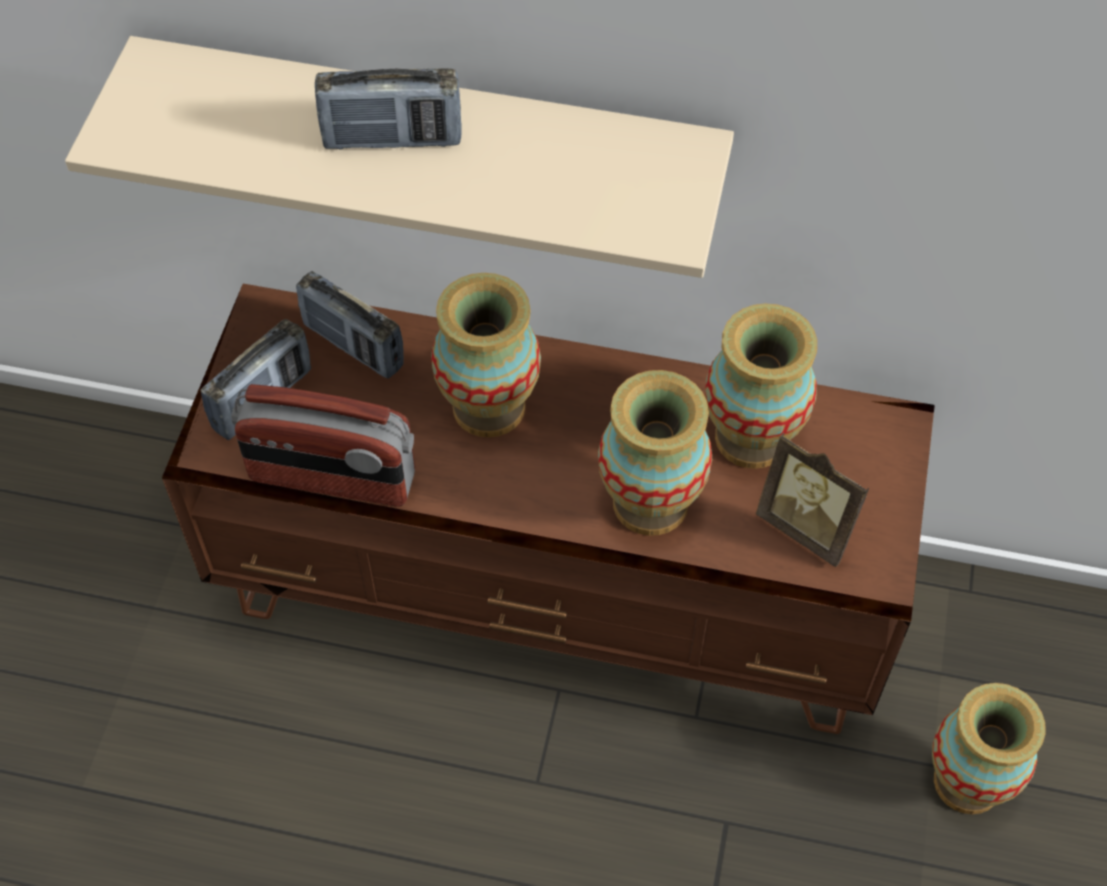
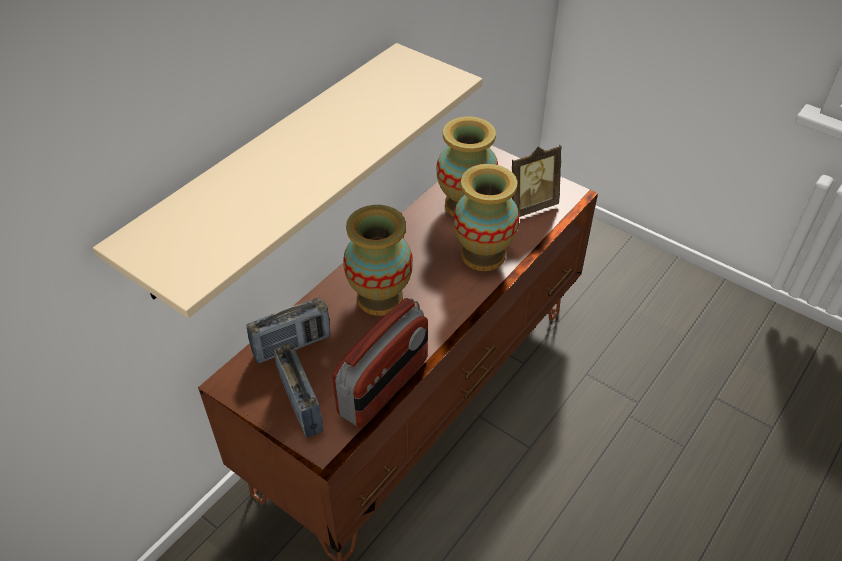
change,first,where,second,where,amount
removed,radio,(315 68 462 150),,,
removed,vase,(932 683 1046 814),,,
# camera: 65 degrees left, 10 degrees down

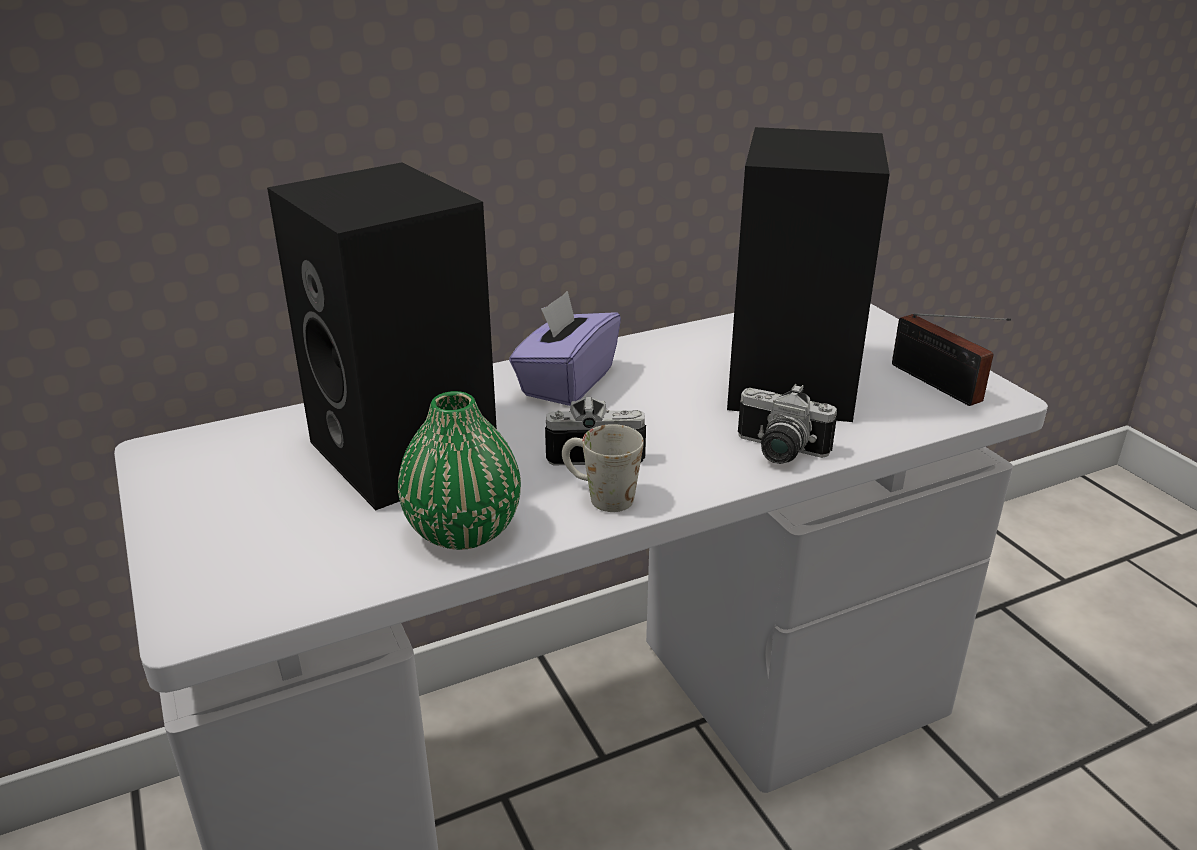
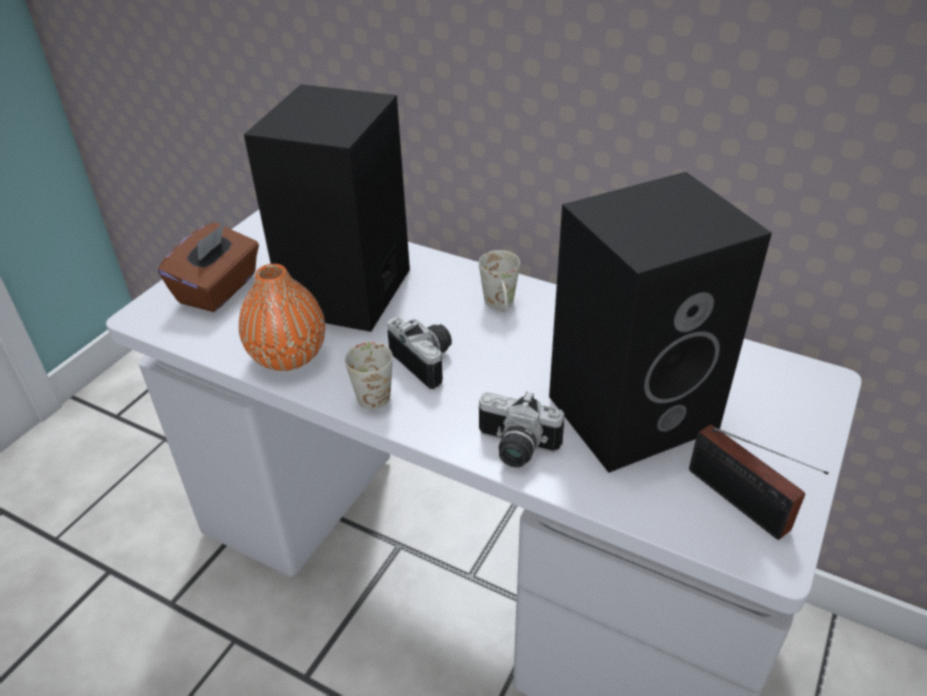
change,first,where,second,where,amount
added,,,tissue box/brown,(158 222 259 312),
replaced,tissue box/purple,(509 291 621 406),mug/white,(479 250 520 312),
recoloured,vase/green,(398 391 521 550),vase/orange,(239 264 325 371),
turned,photo camera,(738 384 837 464),,(479 391 565 468),60 degrees counterclockwise
turned,radio,(892 313 1011 406),,(689 425 829 540),60 degrees counterclockwise
# camera: 55 degrees right, 10 degrees up

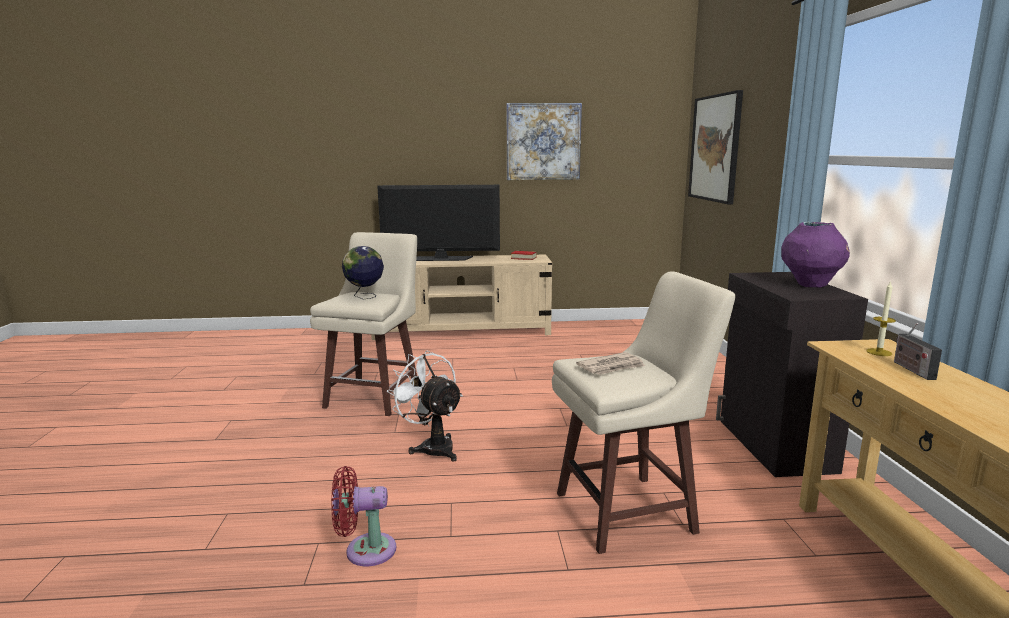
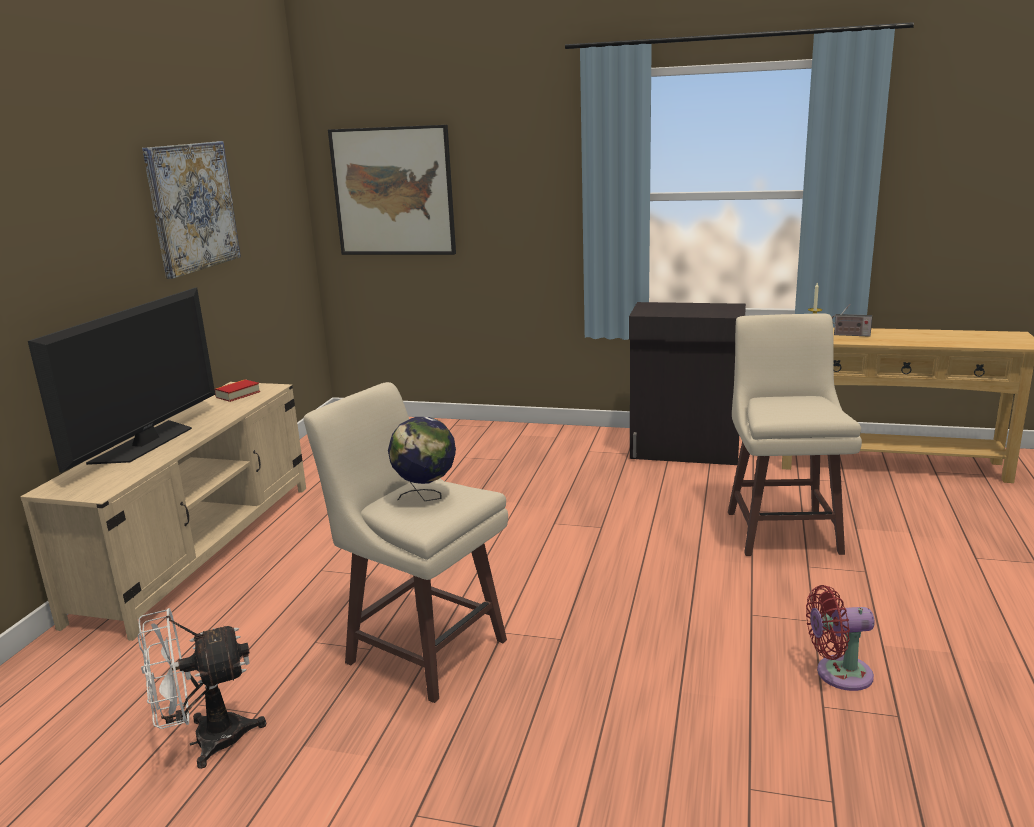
change,first,where,second,where,amount
removed,newspaper,(576 352 645 375),,,
removed,vase/purple,(781 222 850 288),,,
moved,fan/white,(387 351 463 461),,(138 608 266 769),
turned,fan/red,(331 466 396 566),,(806 585 874 691),75 degrees clockwise
# camera: 70 degrees left, 5 degrees up

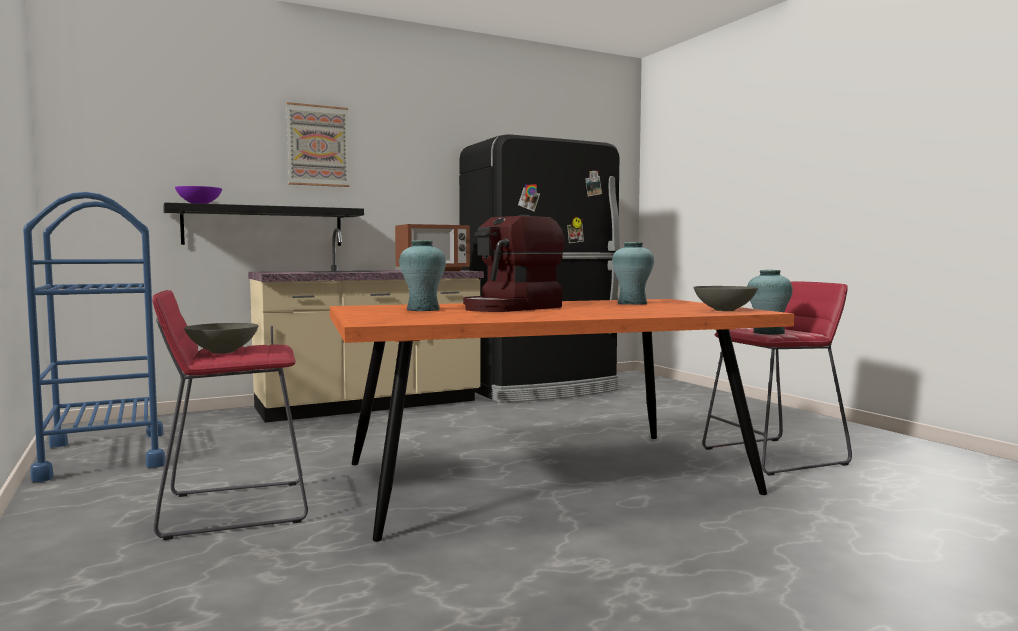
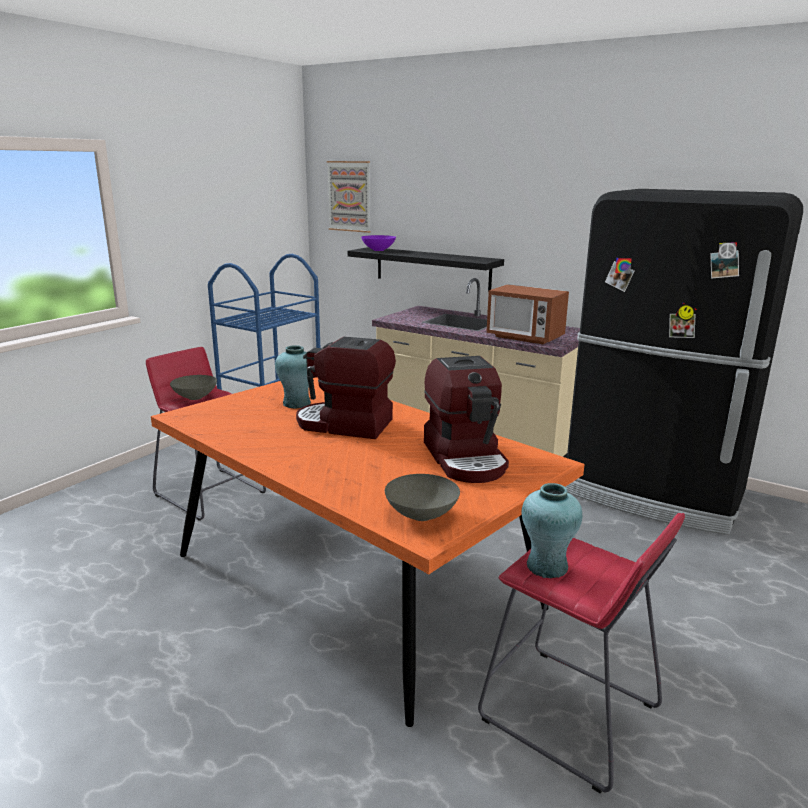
change,first,where,second,where,amount
moved,picture,(286 102 350 187),,(327 161 371 233),
replaced,vase/turquoise,(612 242 654 305),coffee machine,(424 356 509 483),
# camera: 60 degrees right, 15 degrees up

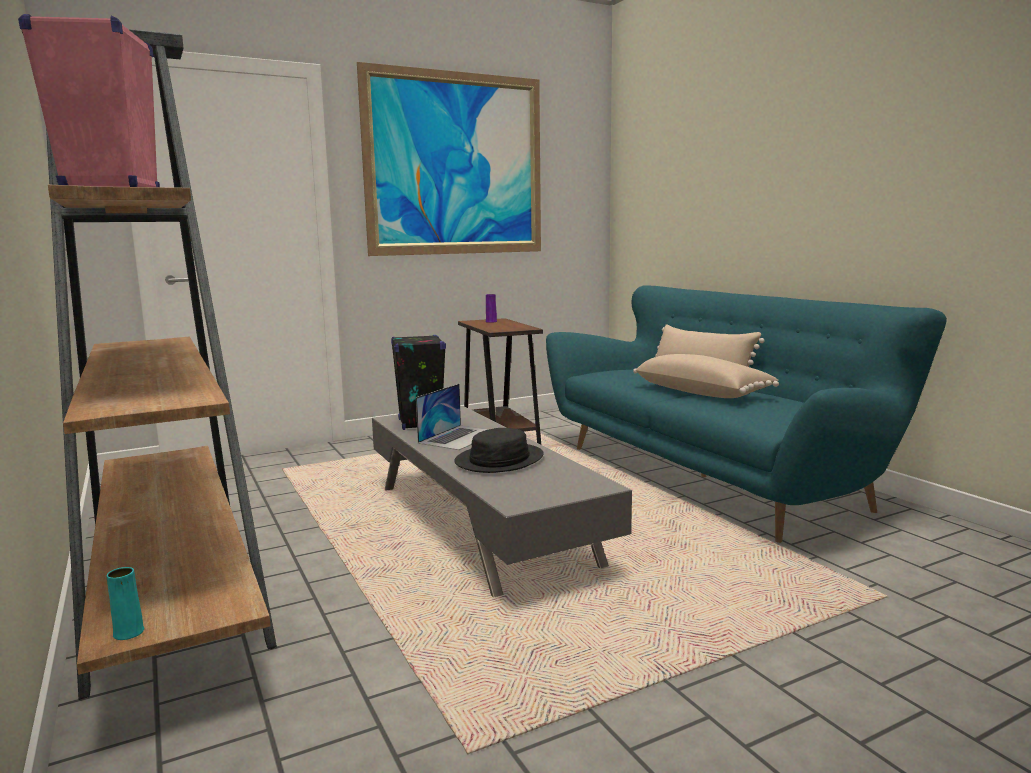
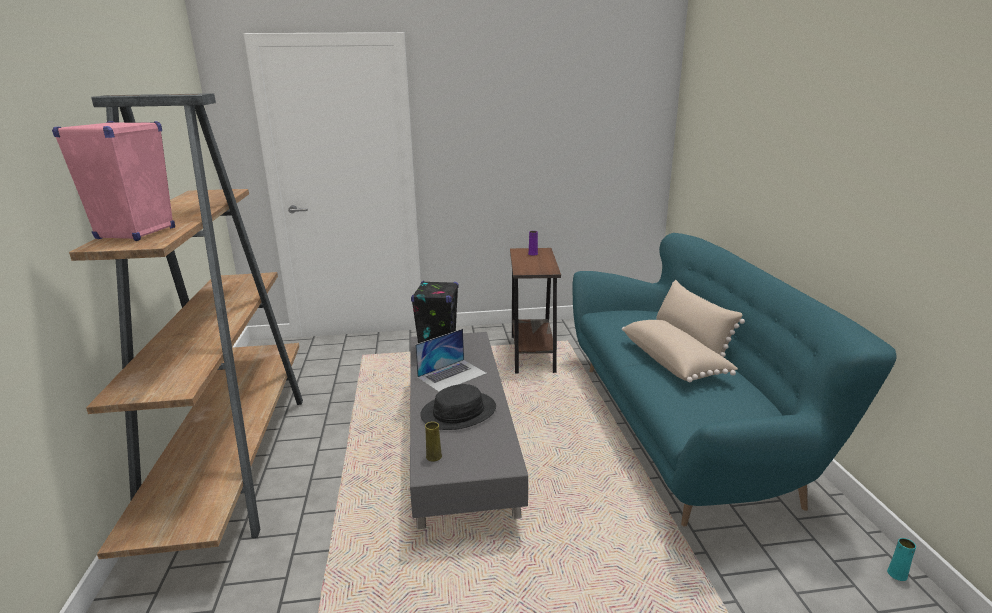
change,first,where,second,where,amount
removed,picture,(357 62 541 256),,,
added,,,vase/yellow,(425 422 442 462),
moved,vase/turquoise,(107 567 144 640),,(887 538 916 581),
# camera: 20 degrees right, 10 degrees up

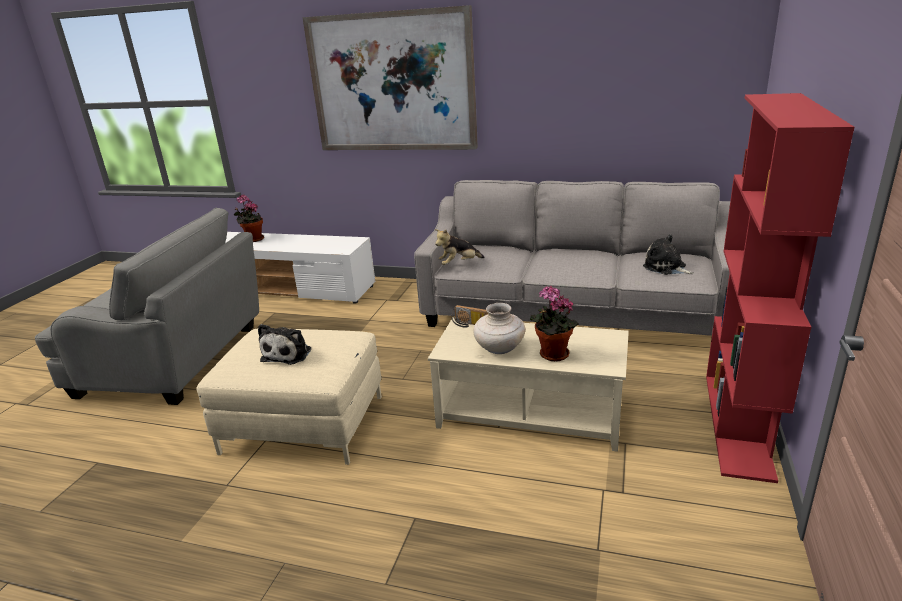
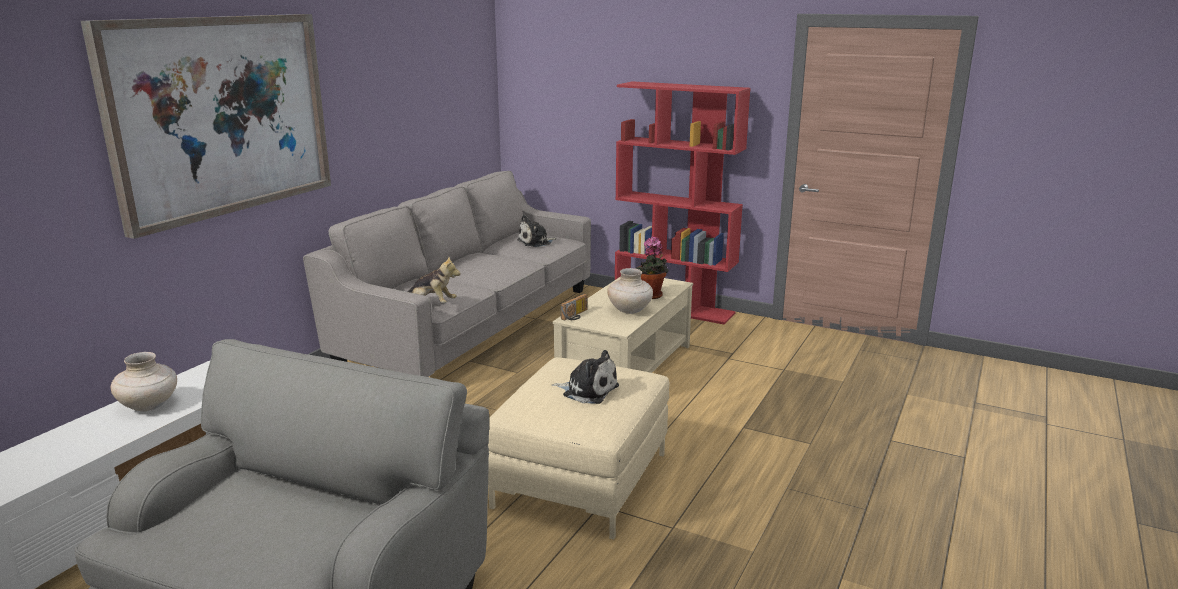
change,first,where,second,where,amount
removed,potted plant,(234 195 264 242),,,
added,,,vase/beige,(111 352 177 411),
turned,plush toy,(435 229 485 265),,(408 257 461 303),60 degrees counterclockwise
# camera: 80 degrees left, 5 degrees down

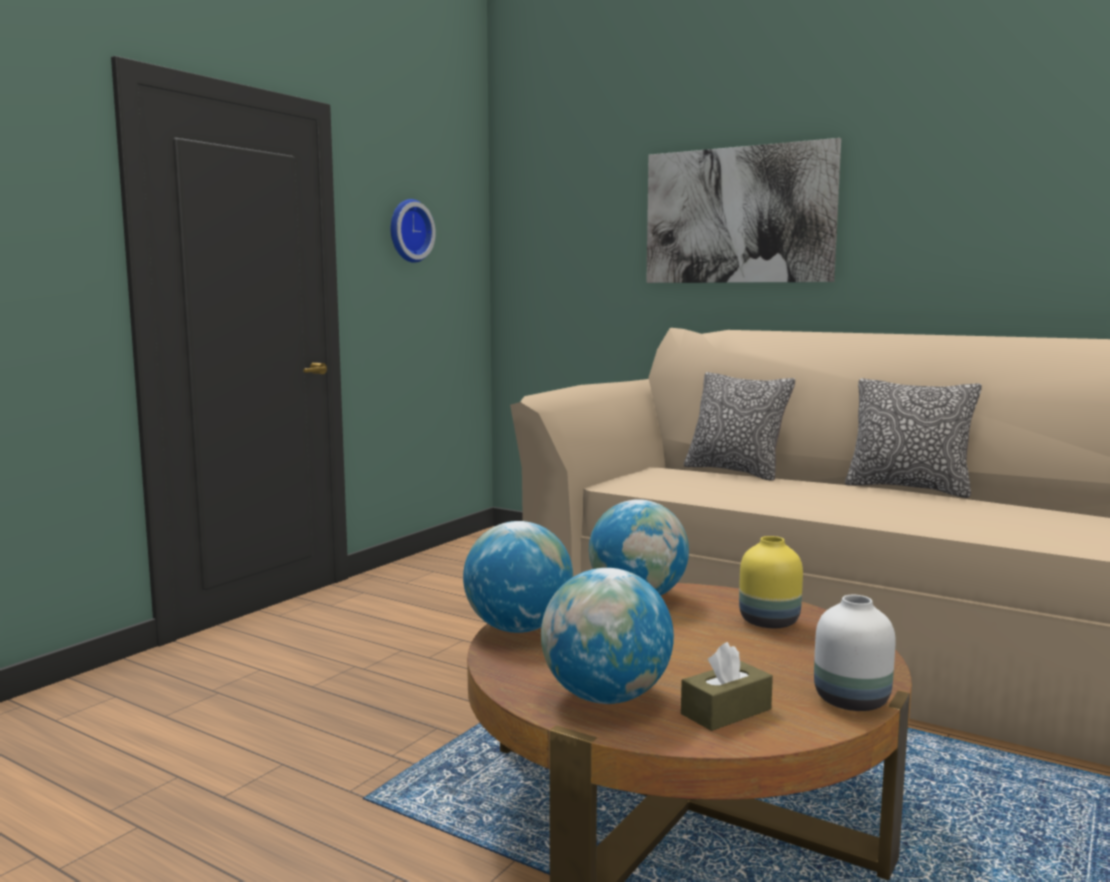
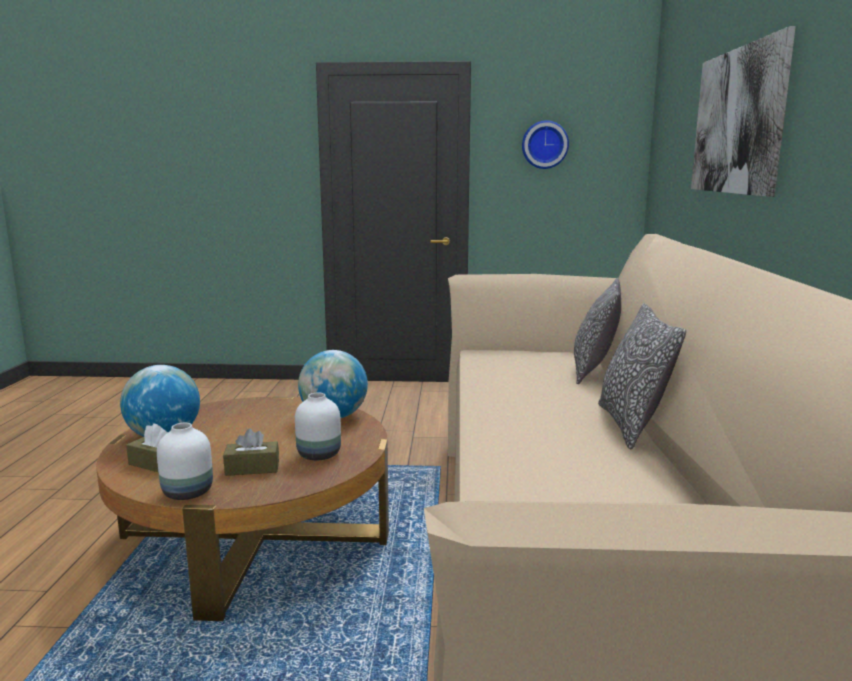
change,first,where,second,where,amount
removed,globe,(463 521 573 633),,,
added,,,tissue box/brown,(223 428 279 476),
recoloured,vase/yellow,(739 536 803 628),vase/white,(295 393 341 460),
# camera: 60 degrees right, 5 degrees up

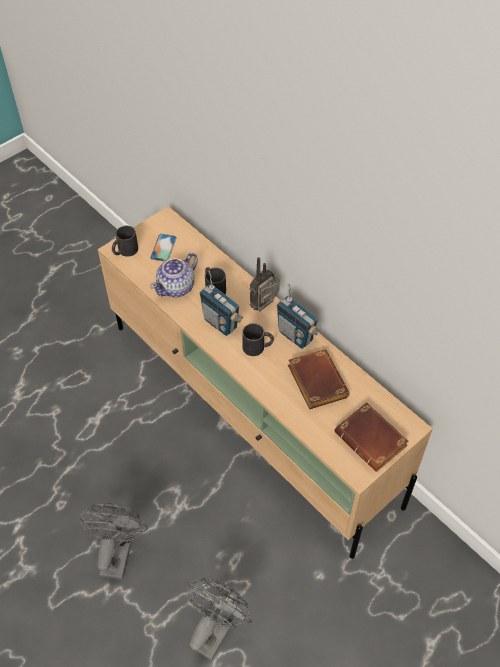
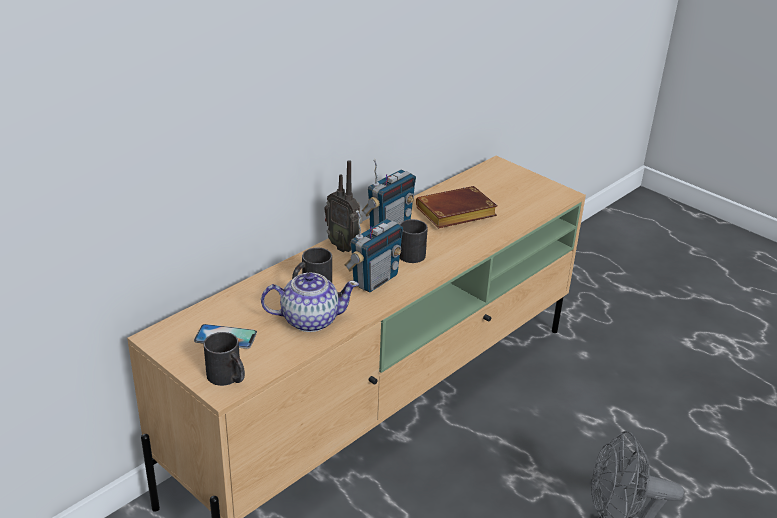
change,first,where,second,where,amount
removed,fan/grey,(186 578 252 660),,,
removed,book/brown,(334 402 409 472),,,
turned,teapot,(151 253 198 297),,(261 273 359 332),45 degrees counterclockwise
# camera: 95 degrees left, 20 degrees down

